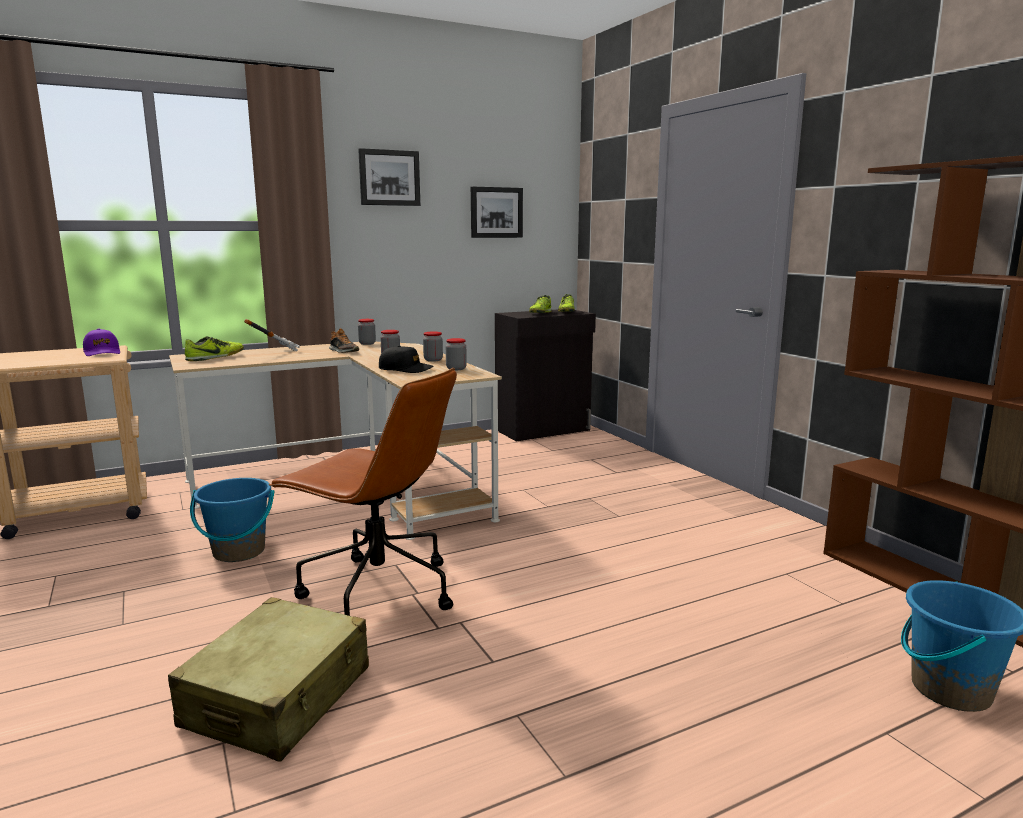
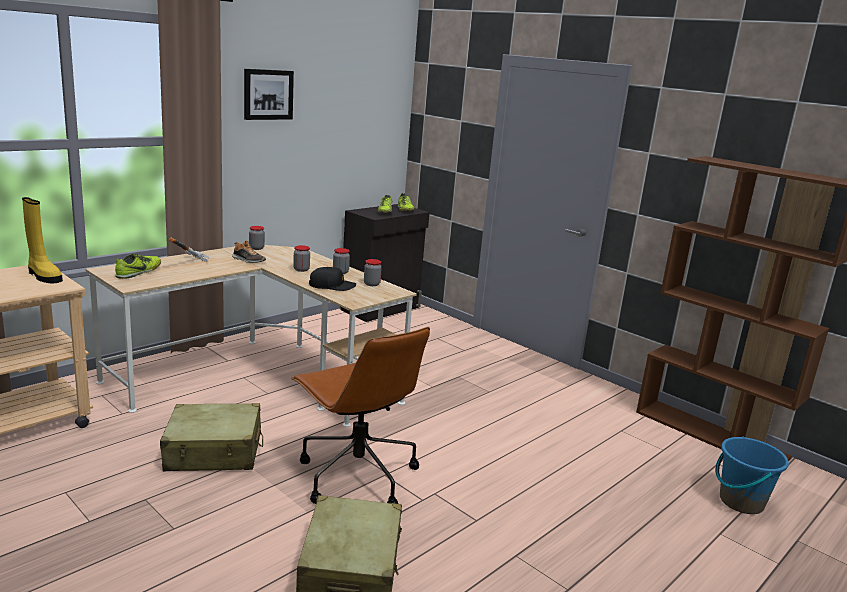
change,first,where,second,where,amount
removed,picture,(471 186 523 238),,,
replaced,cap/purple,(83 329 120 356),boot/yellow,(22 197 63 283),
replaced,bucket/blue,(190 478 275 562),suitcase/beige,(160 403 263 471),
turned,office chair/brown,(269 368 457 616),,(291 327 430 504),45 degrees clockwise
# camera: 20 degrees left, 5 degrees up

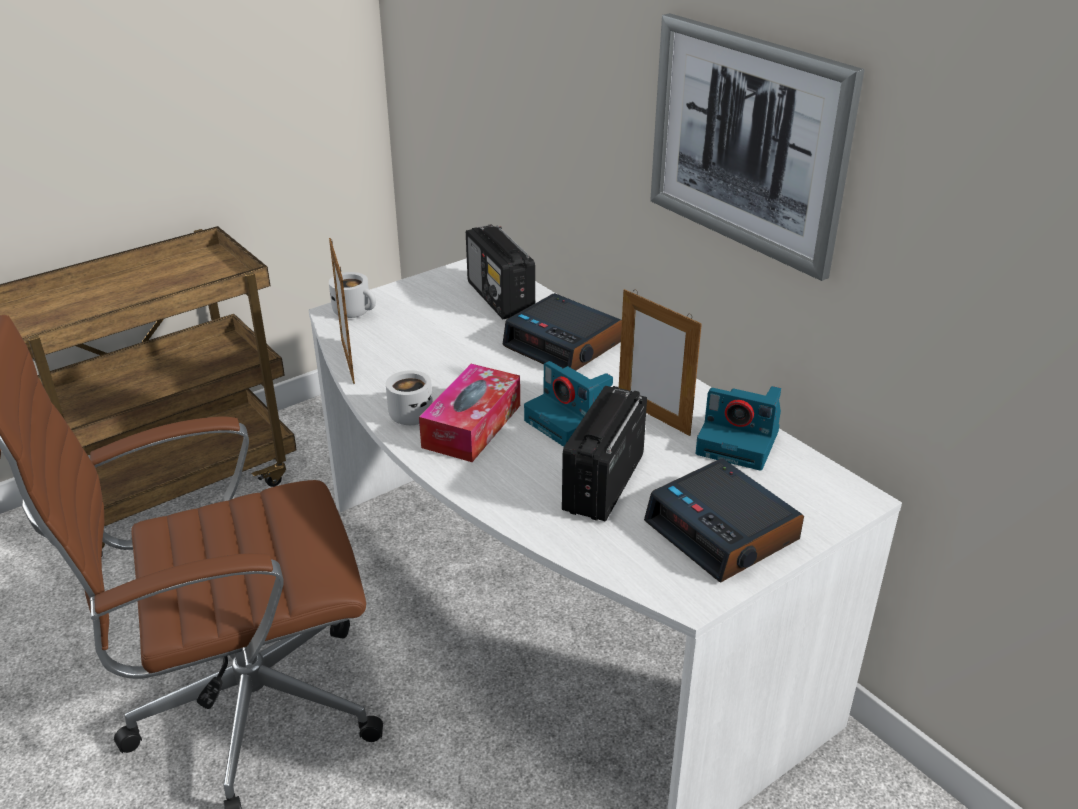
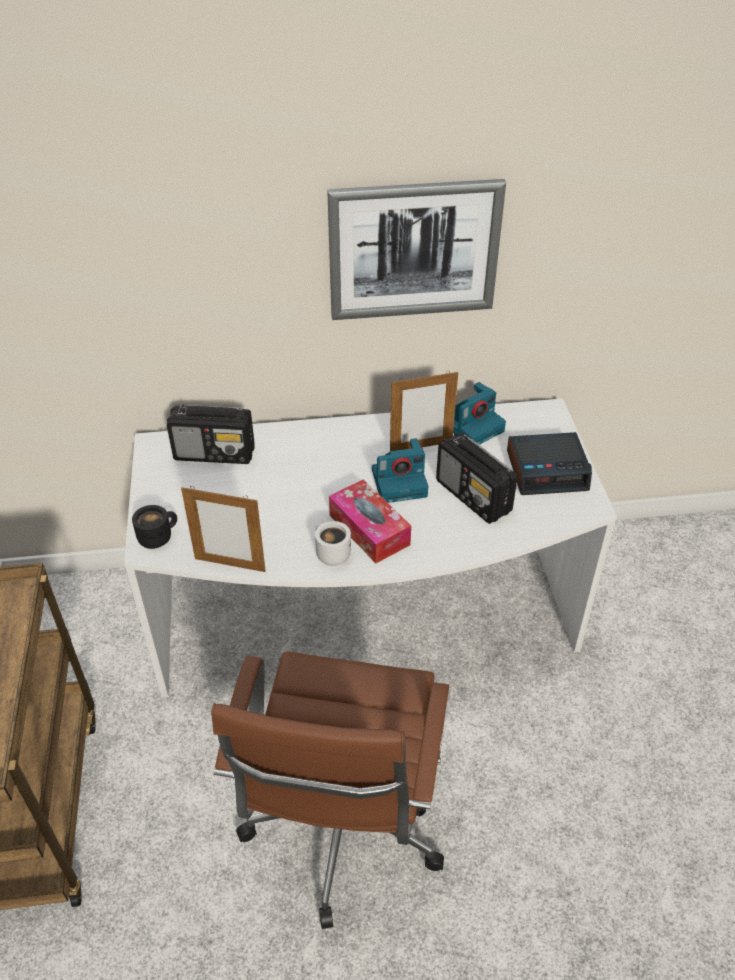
change,first,where,second,where,amount
removed,alarm clock,(502 293 622 371),,,
recoloured,mug/white,(329 272 376 318),mug/black,(132 505 177 549),
# camera: 60 degrees left, 10 degrees up

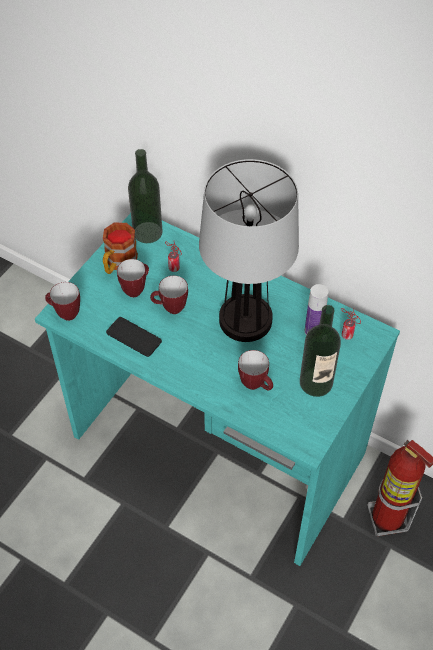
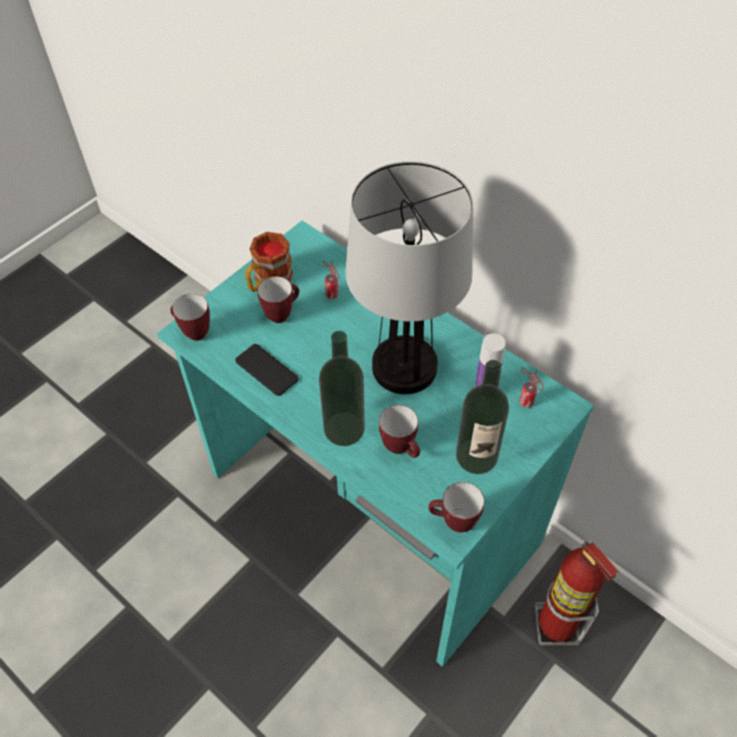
change,first,where,second,where,amount
moved,bottle,(128 149 163 243),,(319 331 365 446),
moved,mug,(150 276 188 314),,(428 482 484 532),
# camera: 10 degrees right, 0 degrees up

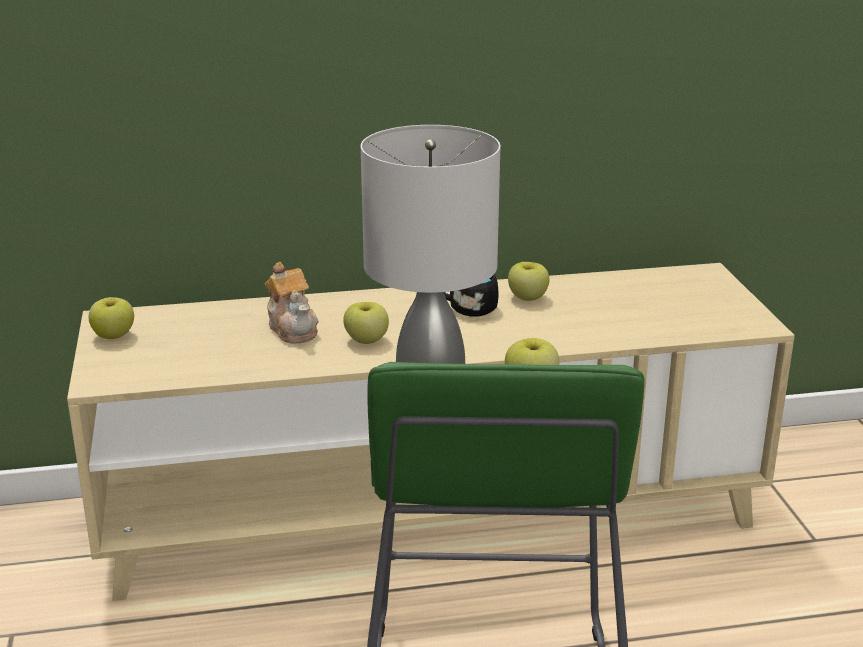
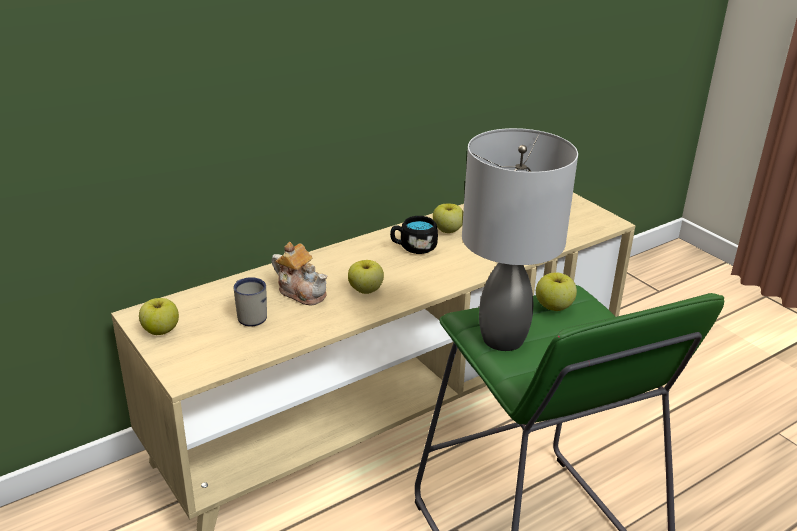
change,first,where,second,where,amount
added,,,mug/white,(234 277 267 327),
# camera: 25 degrees left, 5 degrees up

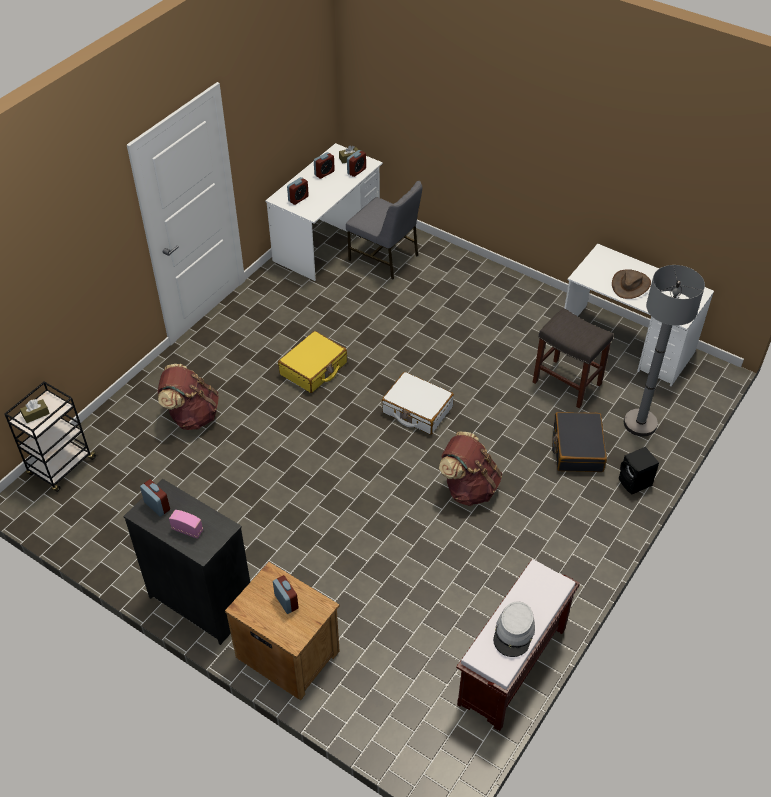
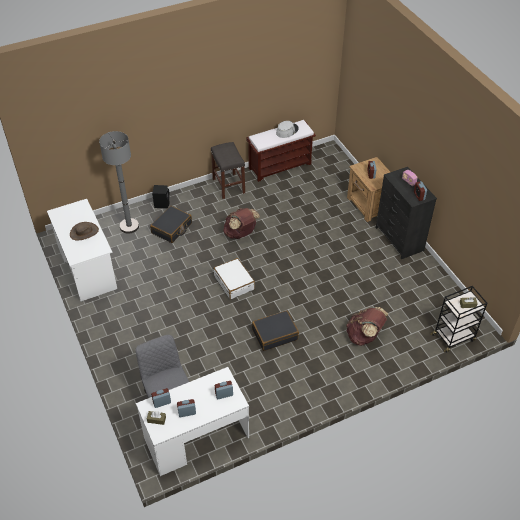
change,first,where,second,where,amount
moved,stool/grey,(533 308 613 408),,(211 142 245 199),
recoloured,suitcase/yellow,(278 331 347 393),suitcase/black,(252 310 299 351),
# camera: 150 degrees left, 0 degrees up

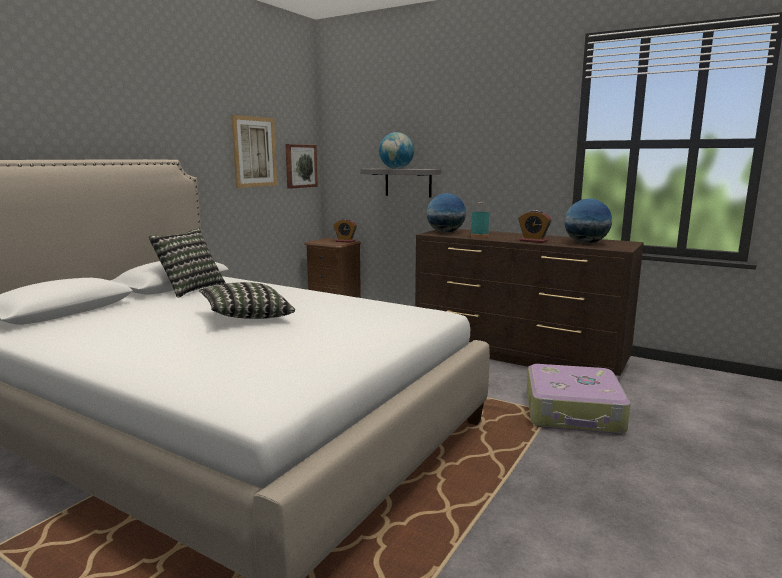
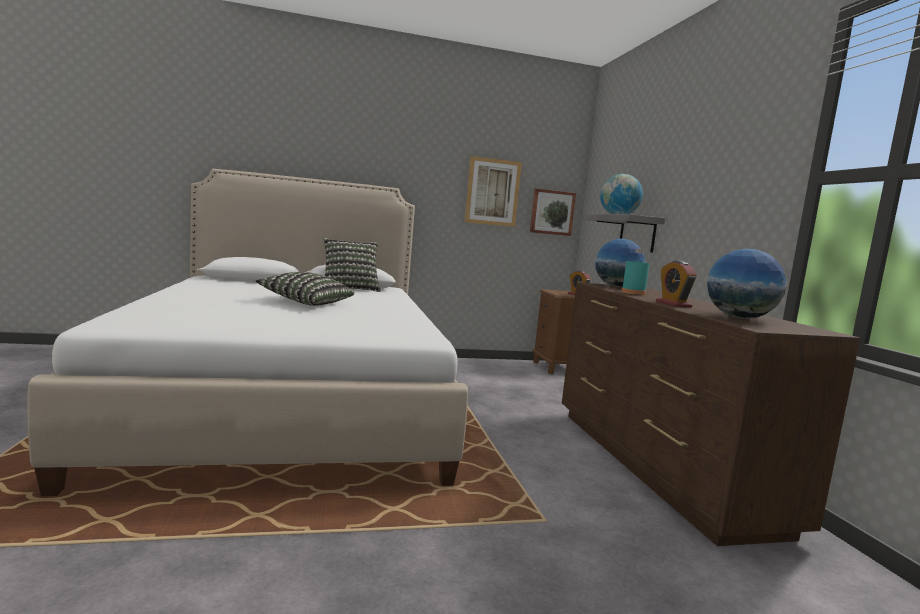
change,first,where,second,where,amount
removed,suitcase,(527 364 630 434),,,
# camera: 45 degrees right, 5 degrees down

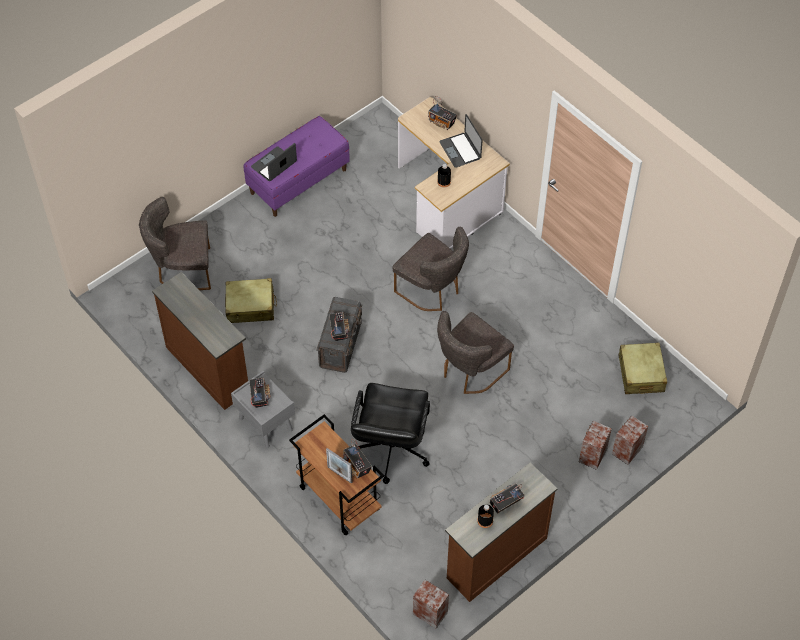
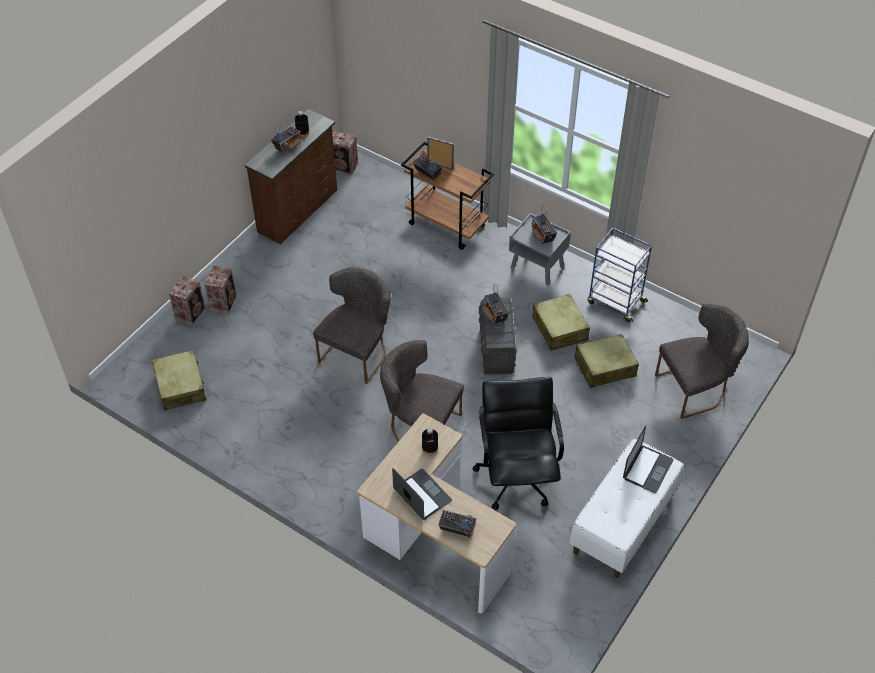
change,first,where,second,where,amount
added,,,suitcase/beige,(532 294 590 351),
moved,office chair/black,(351 383 430 484),,(472 377 564 510),
replaced,dresser/brown,(152 272 248 410),cart/blue,(588 228 652 322),
recoloured,bench/purple,(244 116 350 217),bench/white,(570 438 684 578),
# camera: 165 degrees right, 5 degrees down

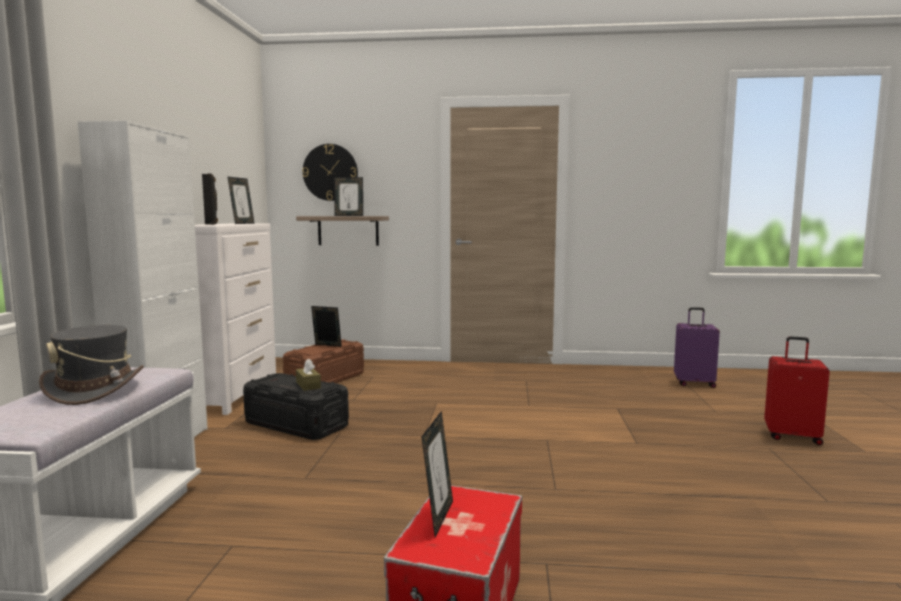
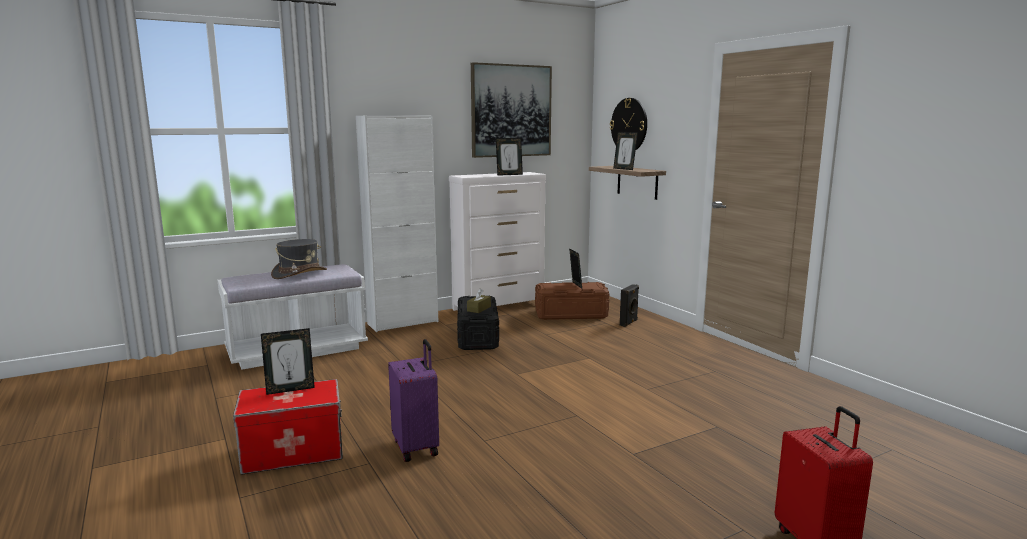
change,first,where,second,where,amount
added,,,picture,(471 62 552 158),
moved,speaker/black,(202 174 218 225),,(620 284 639 327),
moved,suitcase/purple,(674 307 720 388),,(388 339 439 462),
# camera: 55 degrees right, 5 degrees up

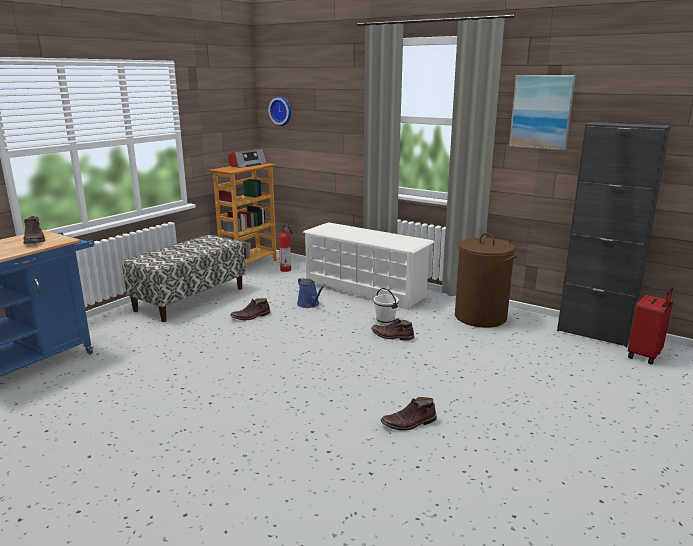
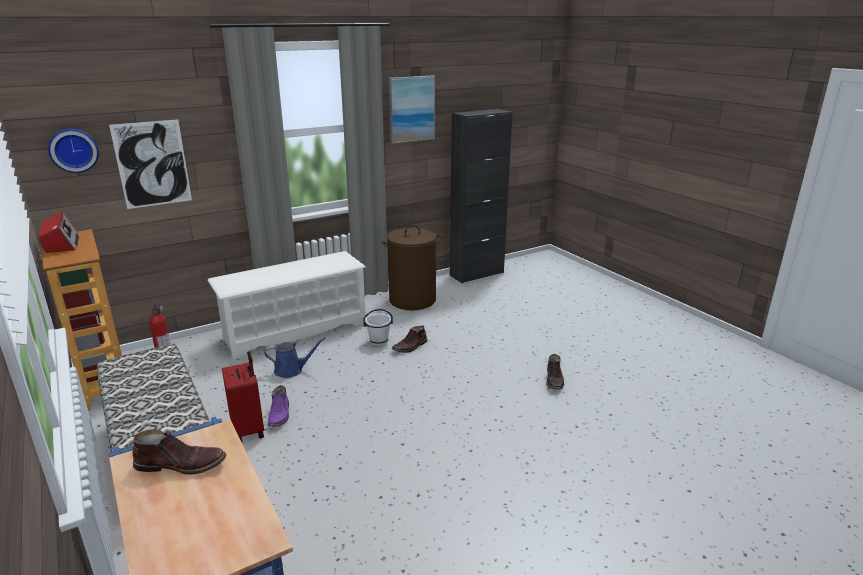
change,first,where,second,where,amount
added,,,picture,(109 119 192 209),
moved,suitcase/red,(628 287 673 364),,(222 351 264 442),
recoloured,boot/brown,(230 298 271 320),boot/purple,(268 385 289 427),
# camera: 65 degrees left, 5 degrees up

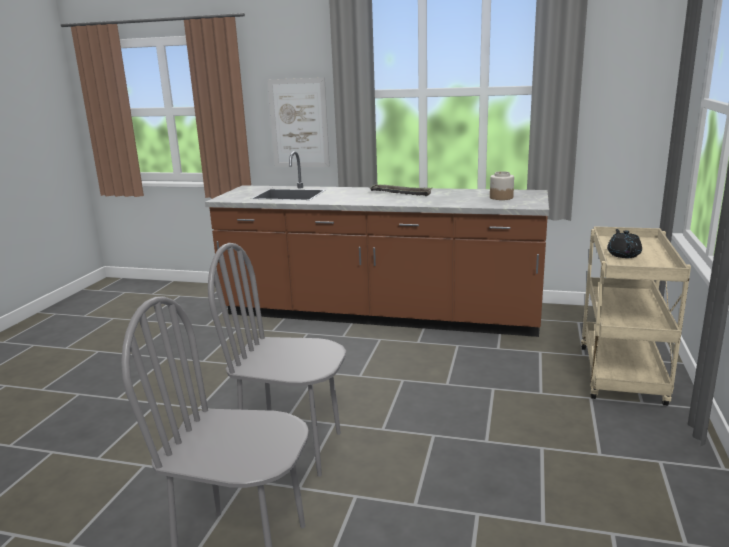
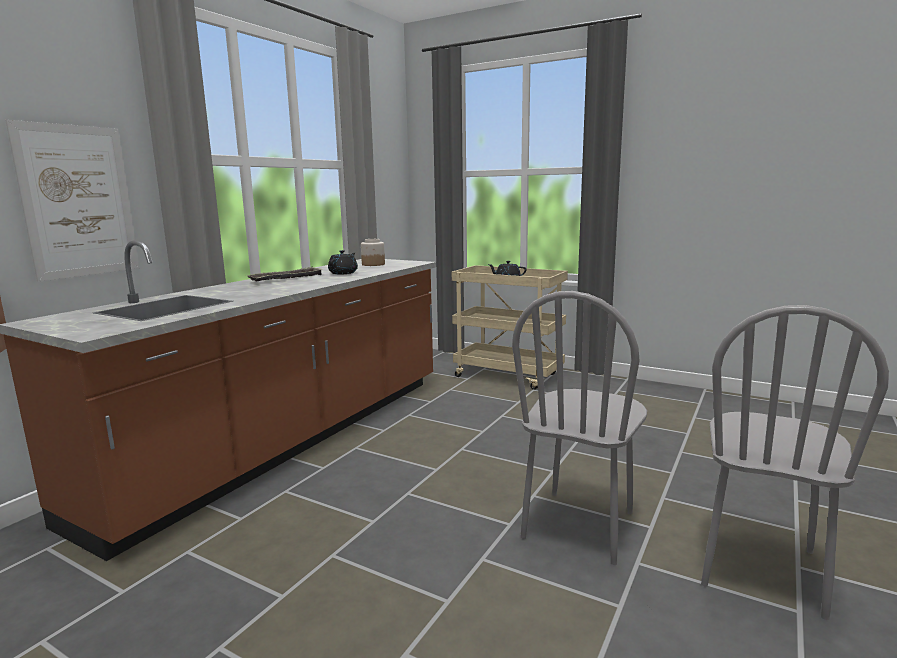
change,first,where,second,where,amount
added,,,teapot/black,(328 250 358 274),
# camera: 75 degrees left, 5 degrees down

